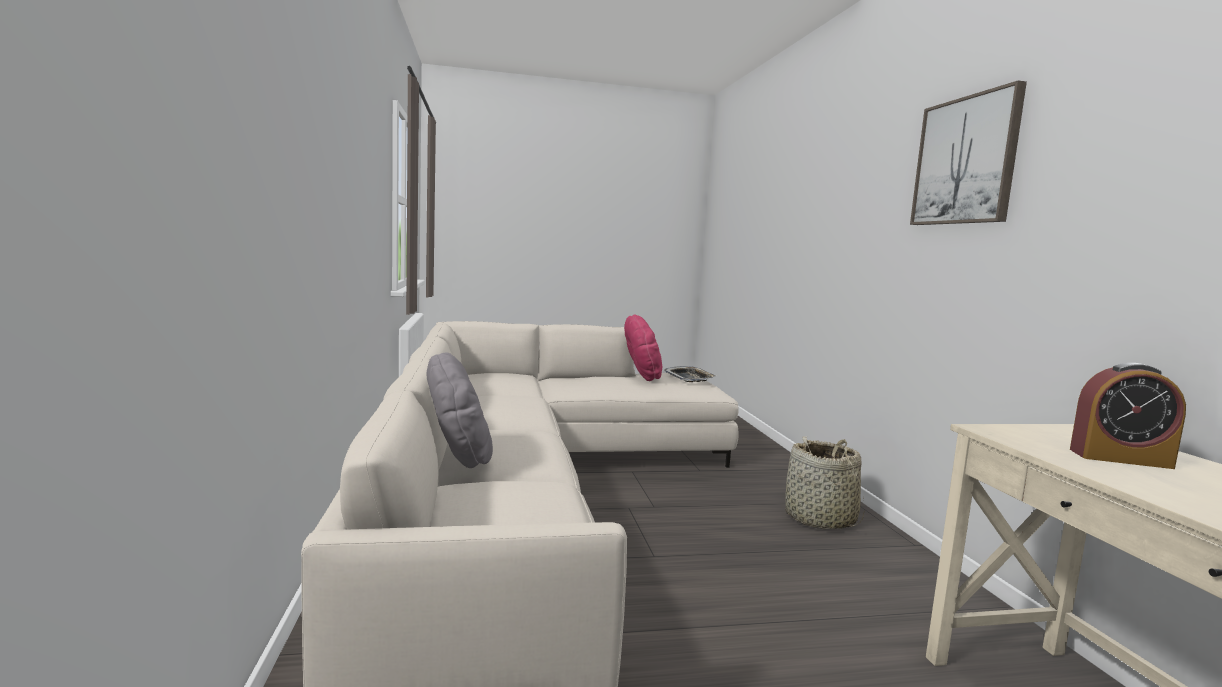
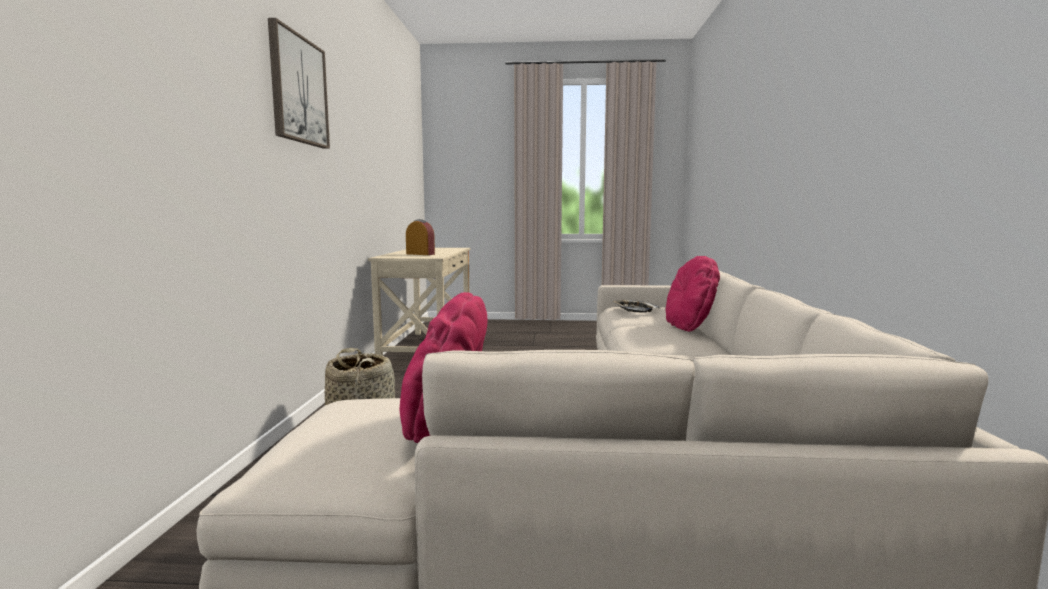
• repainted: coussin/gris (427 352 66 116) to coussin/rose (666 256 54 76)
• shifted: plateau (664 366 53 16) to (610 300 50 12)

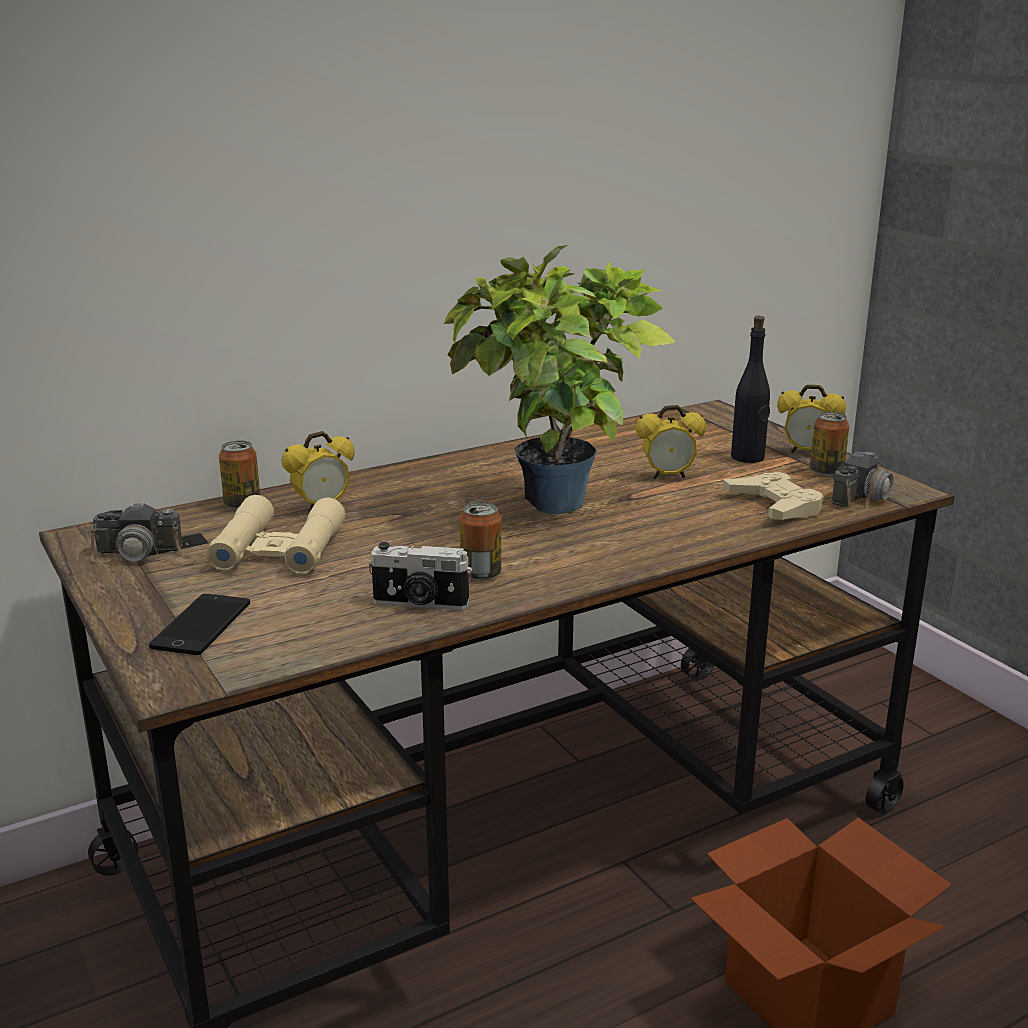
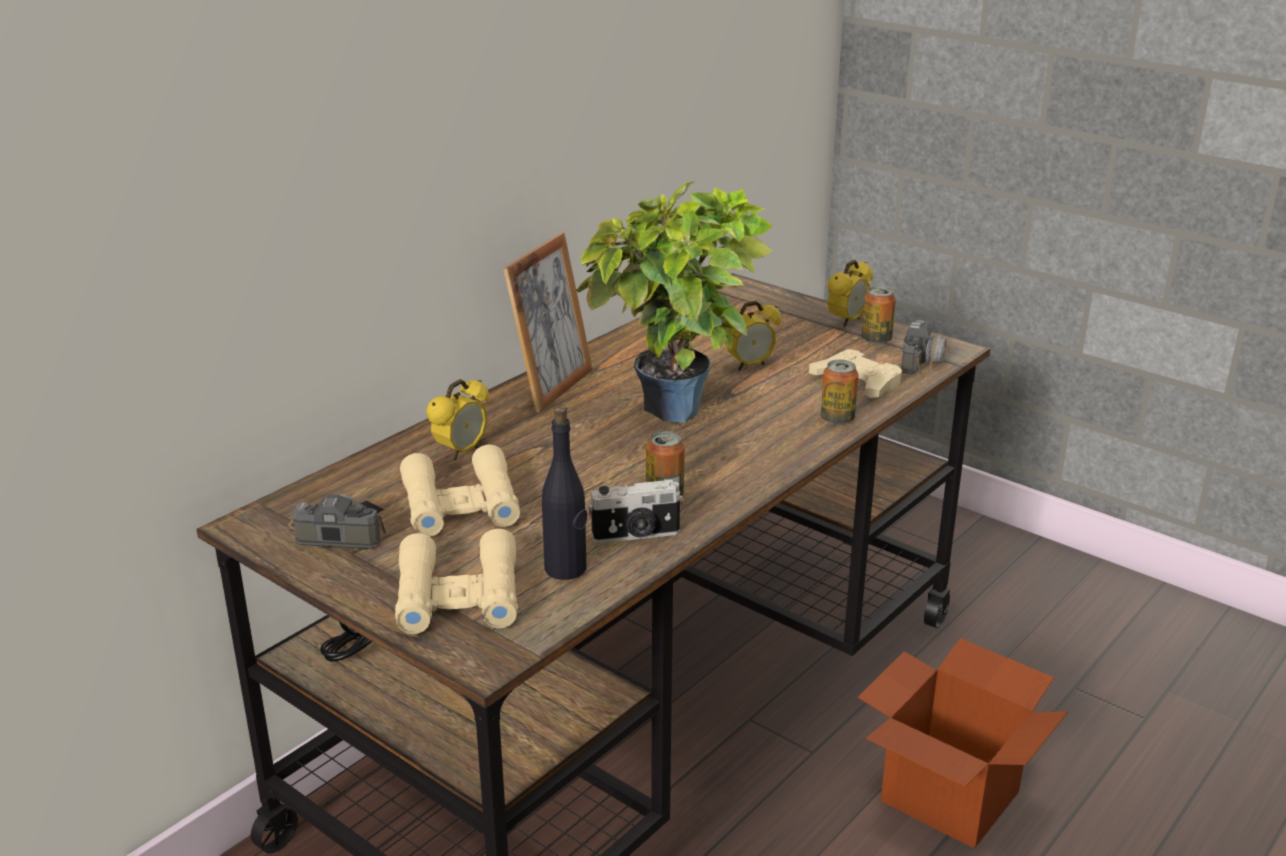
• shifted: bouteille/noir (731 316 39 147) to (542 405 45 175)
• rotated: réveil (777 385 69 68) = (827 259 46 68) 45 degrees counterclockwise
• shifted: boîte métallique (219 440 41 70) to (820 360 38 65)
• rotated: appareil photo (90 501 107 63) = (288 494 100 55) 150 degrees counterclockwise
• swapped: téléphone (149 594 101 61) to jumelles/beige (395 529 123 105)
• new: cadre photo (503 233 90 179)

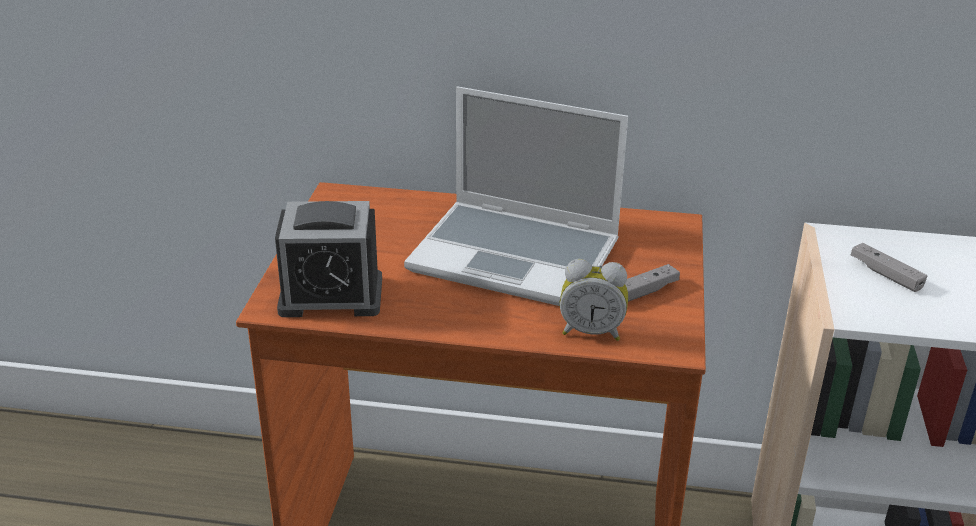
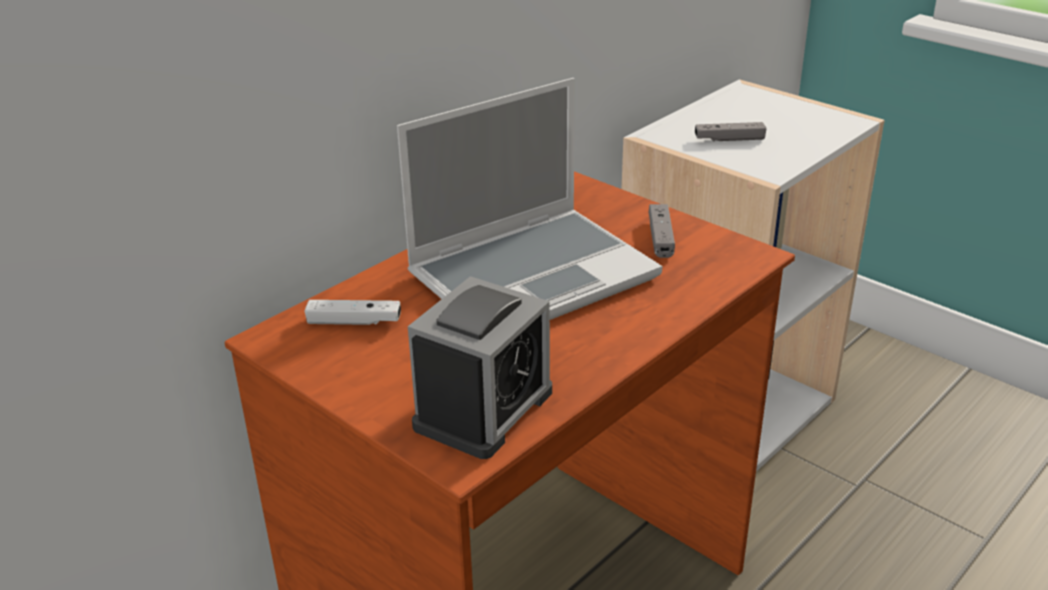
• gone: réveil (560 259 68 82)
• new: manette/blanc (305 300 96 25)

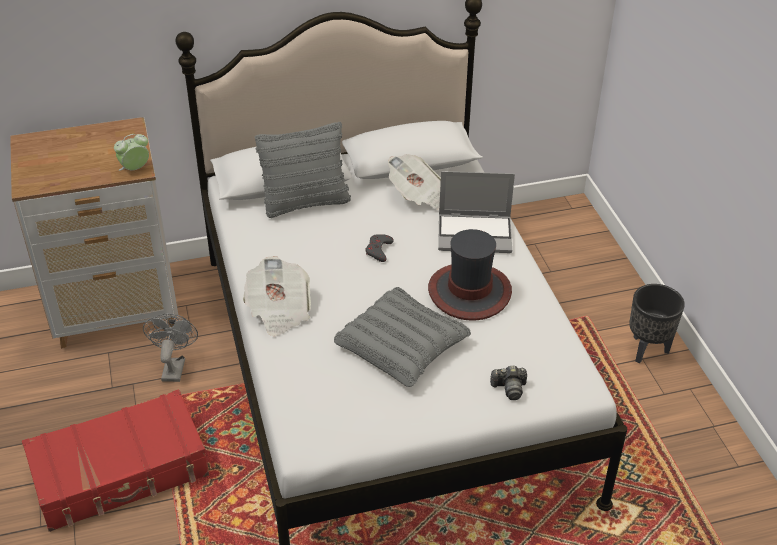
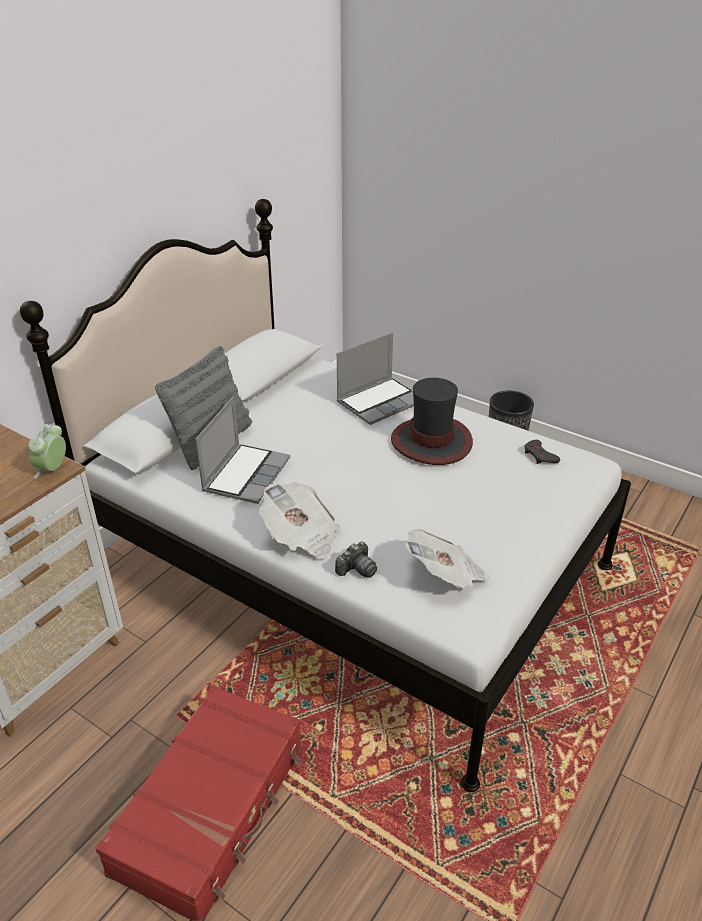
• shifted: journal (388 154 53 56) to (404 529 86 59)
• shifted: manette/gris (366 234 28 28) to (525 440 35 24)
• gone: coussin/gris (334 287 137 100)
• gone: ventilateur/gris (143 313 55 69)
• shifted: appareil photo (490 365 37 35) to (335 542 42 36)
• new: ordinateur portable (195 396 95 108)

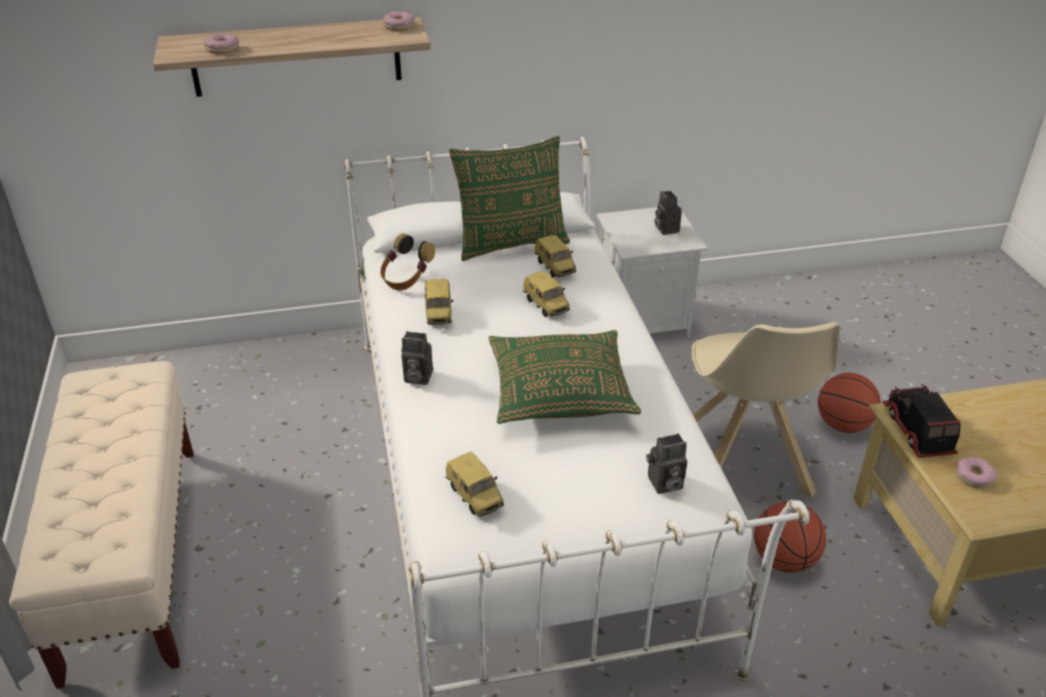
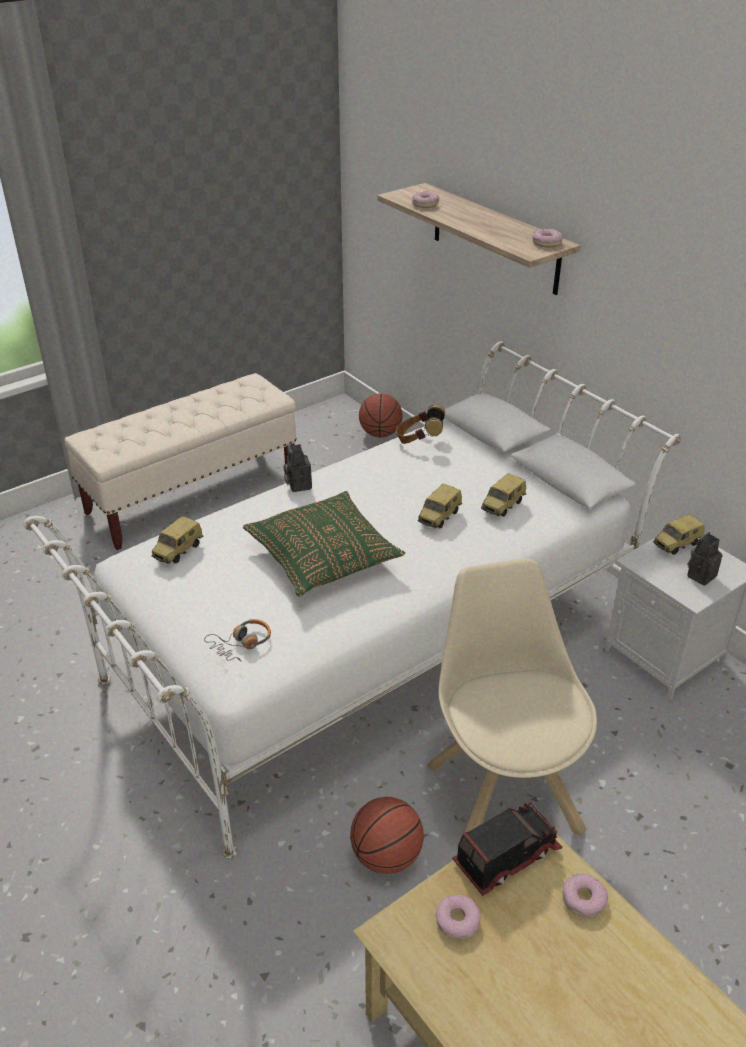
• gone: coussin/vert (449 136 121 125)
• shifted: petite voiture (425 279 29 46) to (653 514 51 41)
• rotated: chaise/beige (691 322 149 176) = (426 558 171 297) 105 degrees clockwise
• shifted: ballon de basket (818 373 63 60) to (359 393 44 44)
• swapped: appareil photo (646 434 41 60) to casque audio (204 619 67 43)
• new: beignet (562 874 46 44)

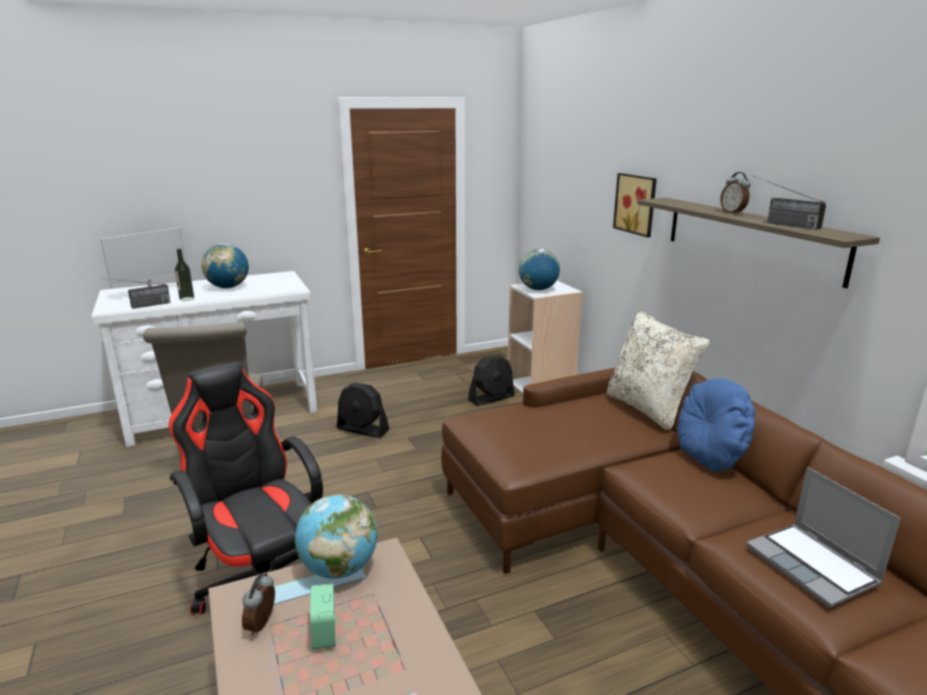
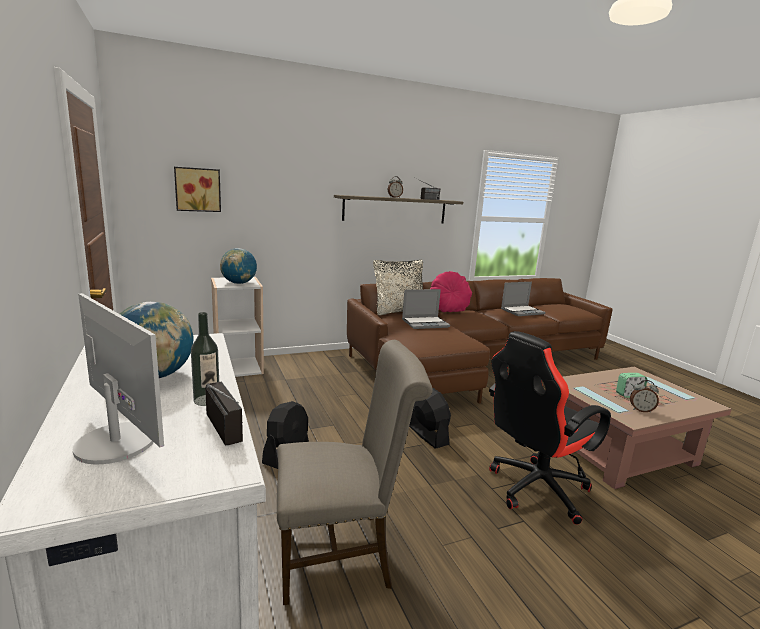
• shifted: tableau (613 173 44 64) to (174 167 47 45)
• shifted: ventilateur/noir (468 355 47 51) to (409 388 42 61)
• repainted: coussin/bleu (676 378 80 94) to coussin/rose (430 271 42 41)
• gone: globe (295 494 83 85)
• new: ordinateur portable (402 289 48 40)

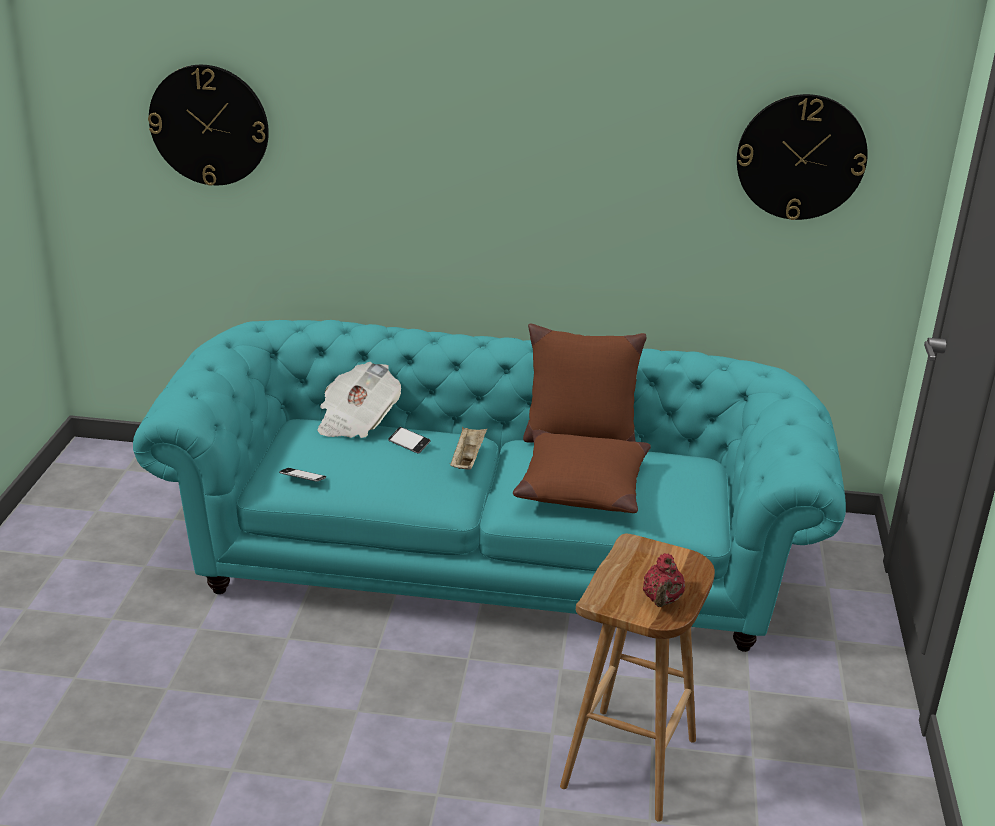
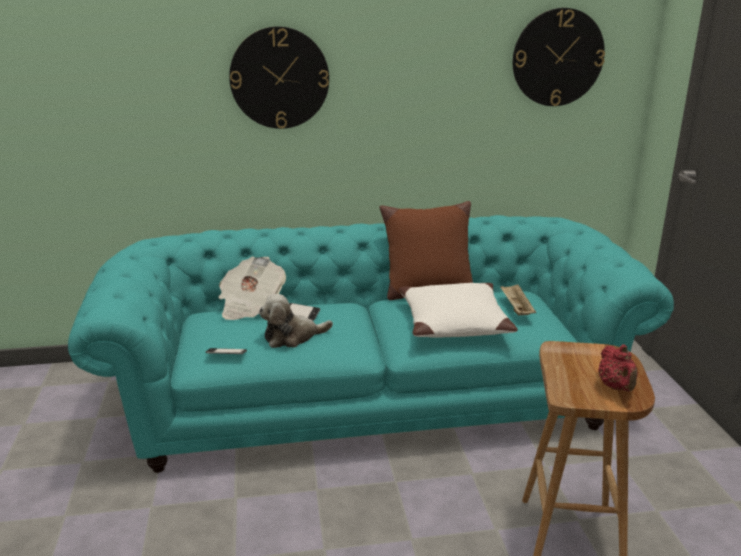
• shifted: horloge murale (148 65 121 121) to (229 26 100 103)
• shifted: plateau/beige (450 427 37 43) to (500 284 36 31)
• repainted: coussin/marron (513 430 138 83) to coussin/blanc (398 283 120 55)
• new: peluche (259 294 74 54)

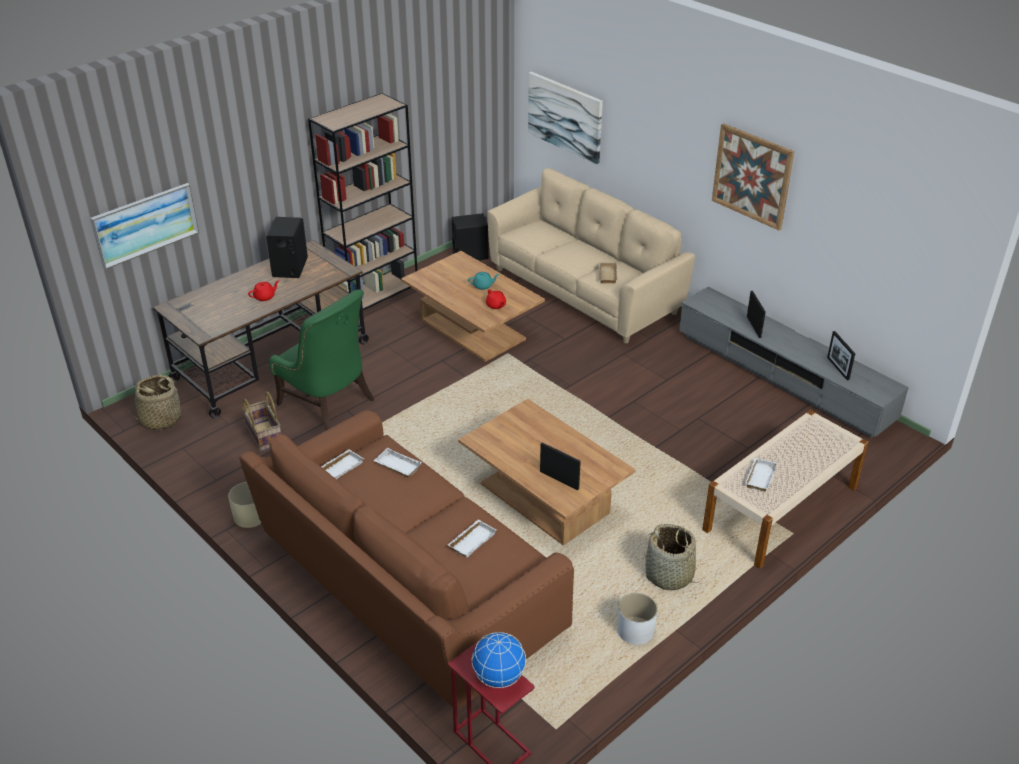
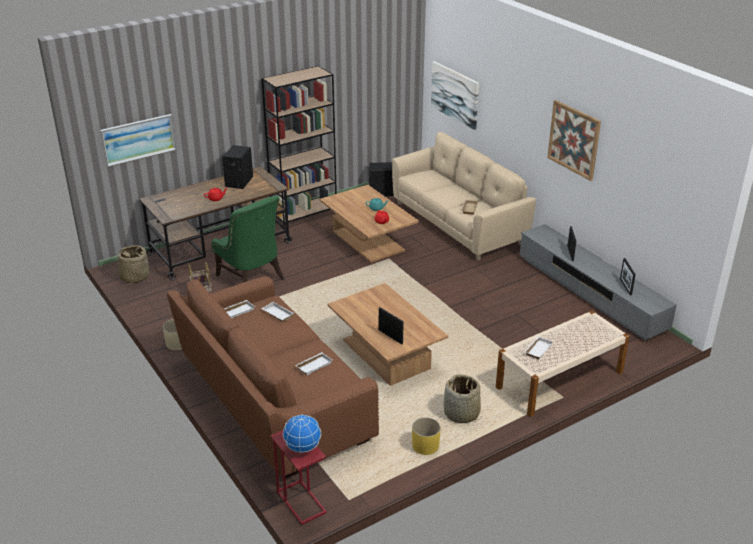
• repainted: cache-pot/blanc (617 593 41 52) to cache-pot/jaune (412 417 29 38)

